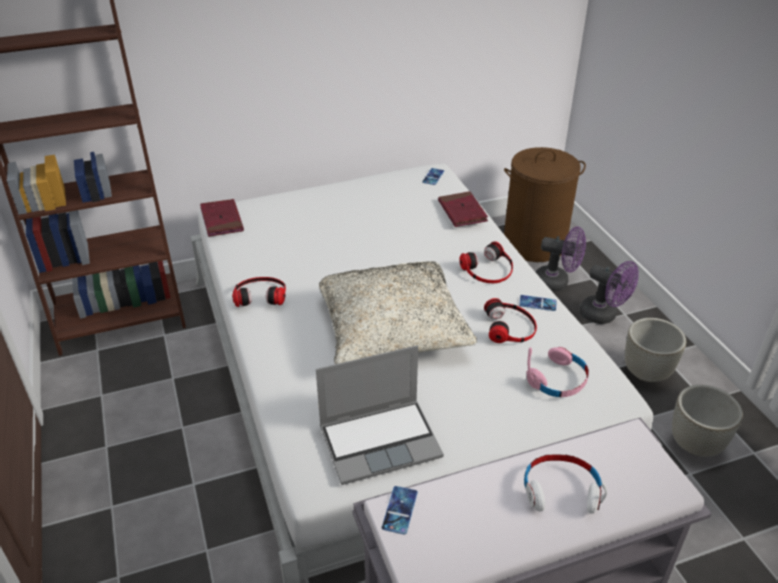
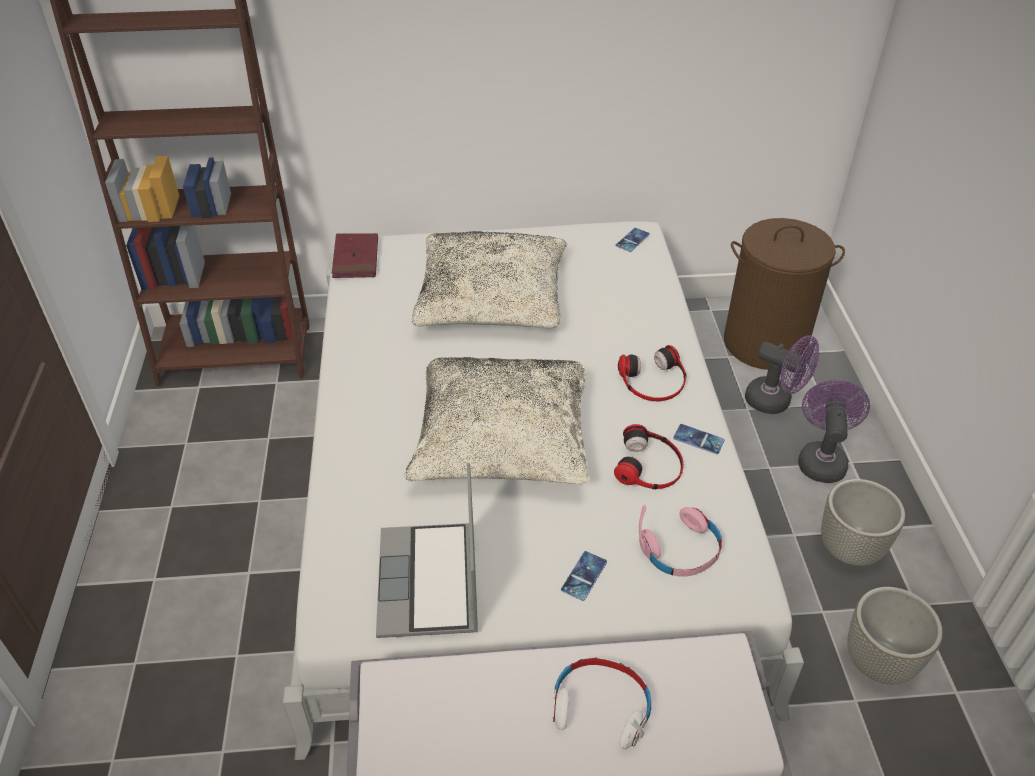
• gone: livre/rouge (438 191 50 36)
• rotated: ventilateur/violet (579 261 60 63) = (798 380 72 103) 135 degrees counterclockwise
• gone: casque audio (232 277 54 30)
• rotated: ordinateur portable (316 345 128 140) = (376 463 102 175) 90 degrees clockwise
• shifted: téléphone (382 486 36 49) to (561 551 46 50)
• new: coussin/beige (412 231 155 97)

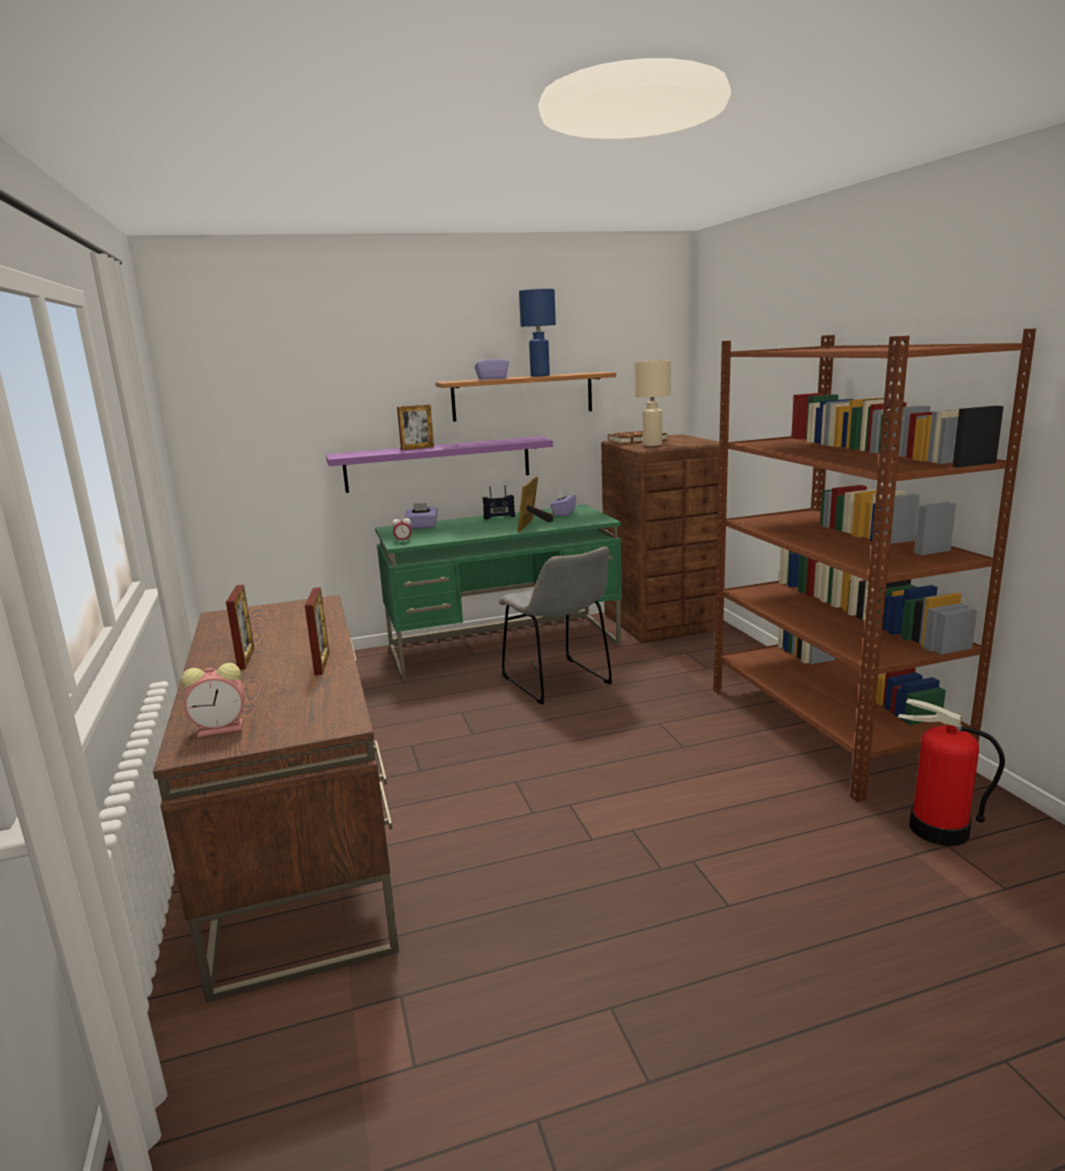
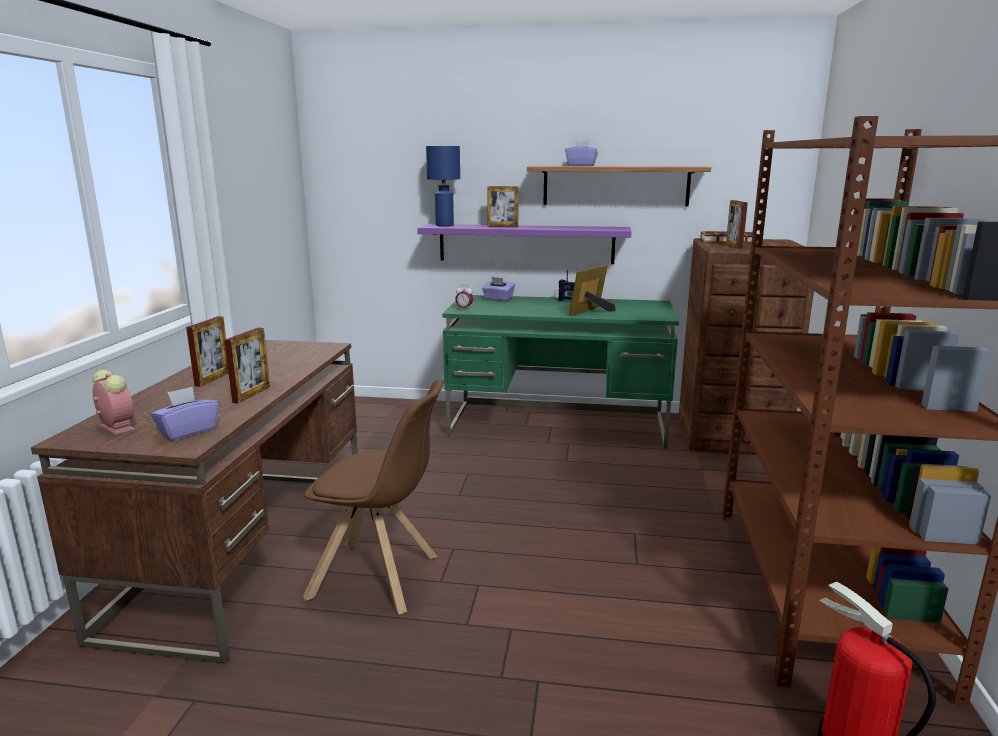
• shifted: lampe de table/bleu (519 289 37 88) to (426 146 34 81)
• swapped: lampe de table/beige (634 360 37 86) to cadre photo (726 200 22 49)
• shifted: boîte à mouchoirs/violet (550 490 26 26) to (151 386 68 55)
• gone: chaise/gris (498 547 114 157)
• rotated: réveil (181 663 64 74) = (92 370 42 65) 150 degrees counterclockwise
• new: chaise/marron (303 379 141 236)

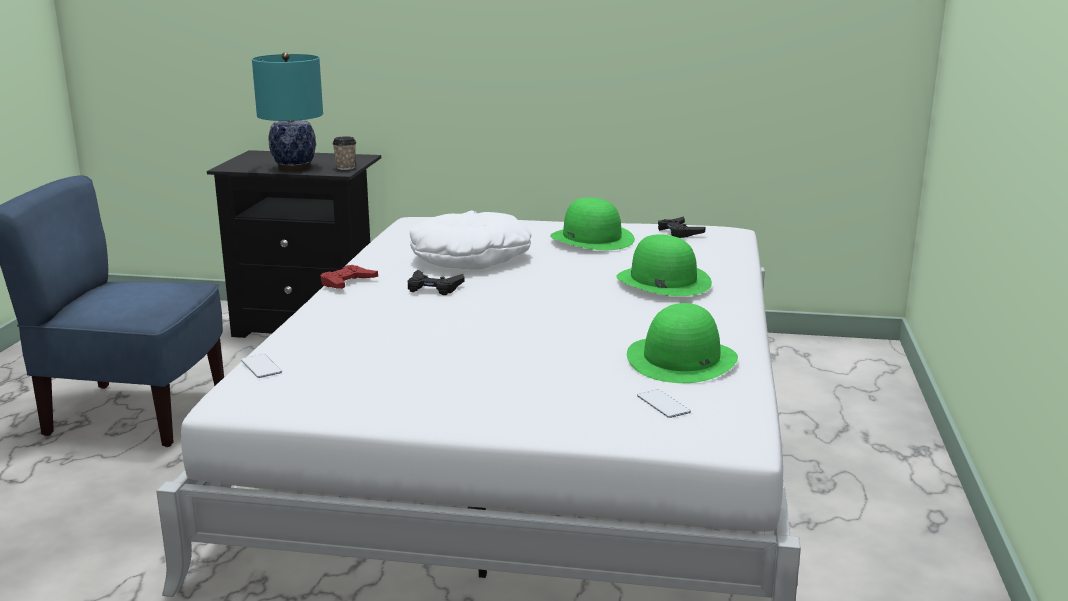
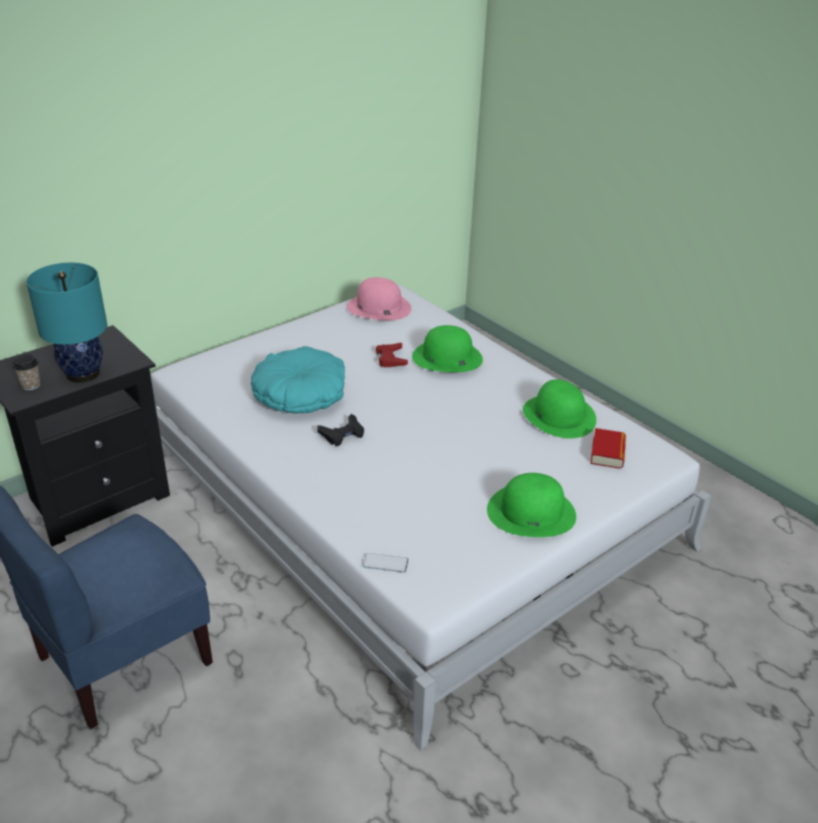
• shifted: tasse (333 136 23 34) to (13 355 28 35)
• shifted: chapeau/vert (550 198 85 52) to (487 473 89 64)
• repainted: coussin/blanc (410 211 121 58) to coussin/turquoise (251 346 94 67)
• swapped: manette/noir (658 217 48 21) to chapeau/rose (347 277 64 43)
• shifted: manette/rouge (320 265 58 24) to (376 343 32 24)
• swapped: téléphone (637 389 54 29) to livre (590 428 36 41)

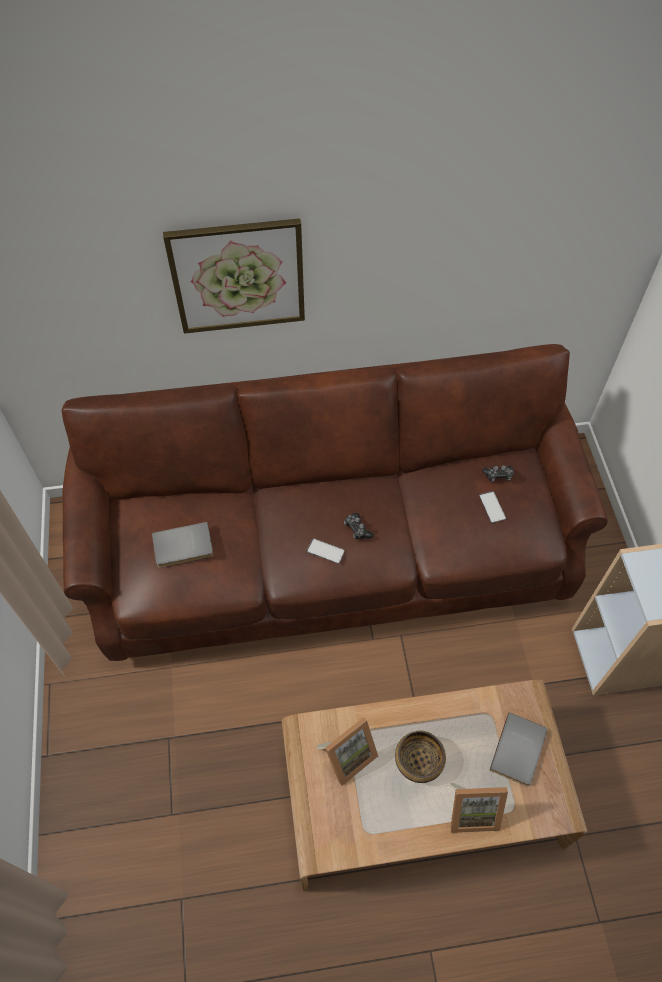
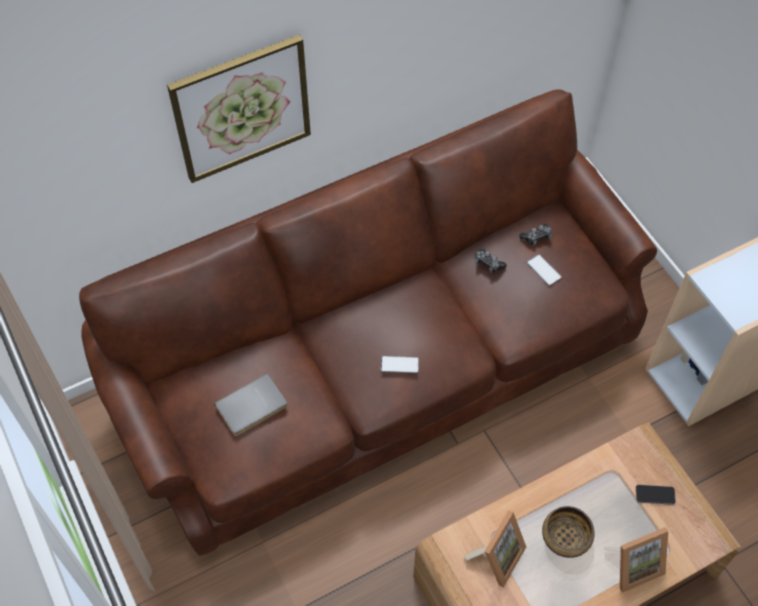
• shifted: manette (344 513 29 26) to (475 249 32 24)
• swapped: livre/gris (489 712 58 74) to téléphone (636 485 40 20)

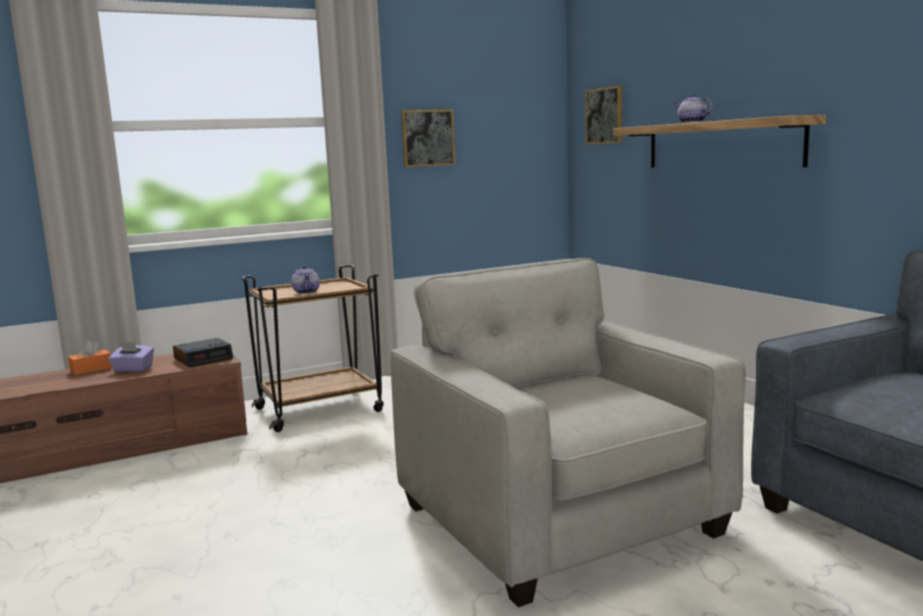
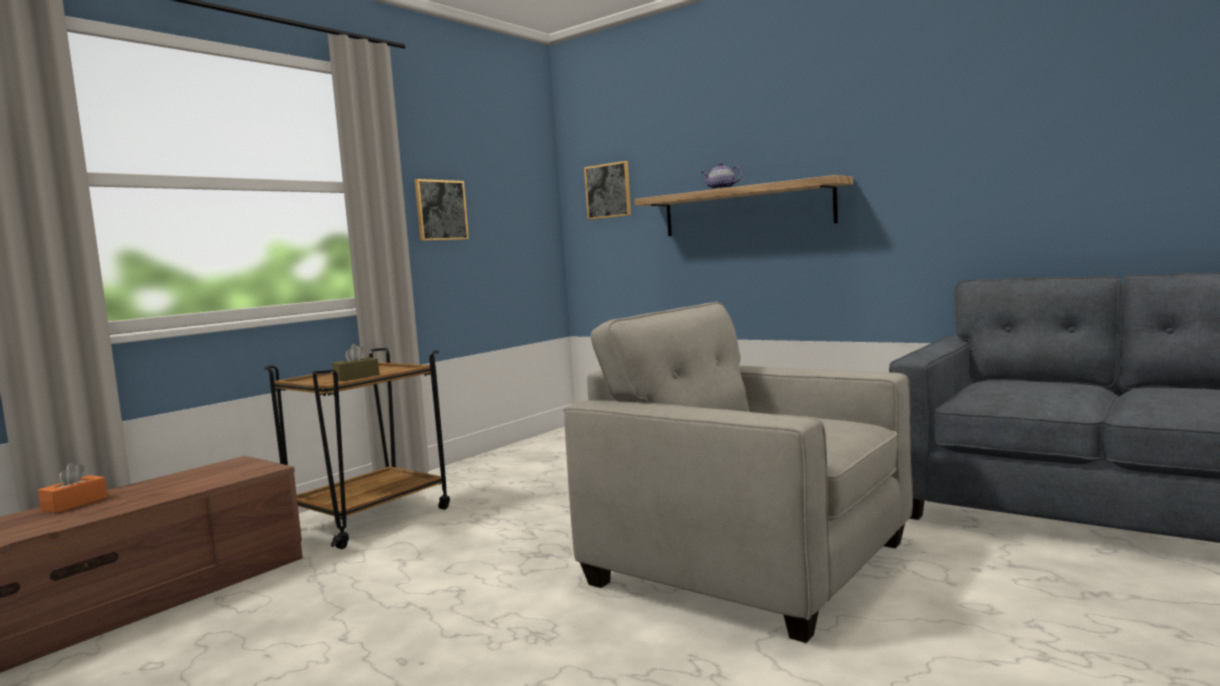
• swapped: théière (291 265 29 29) to boîte à mouchoirs/marron (332 344 47 38)
• gone: réveil (173 338 60 29)
• gone: boîte à mouchoirs/violet (108 342 46 30)

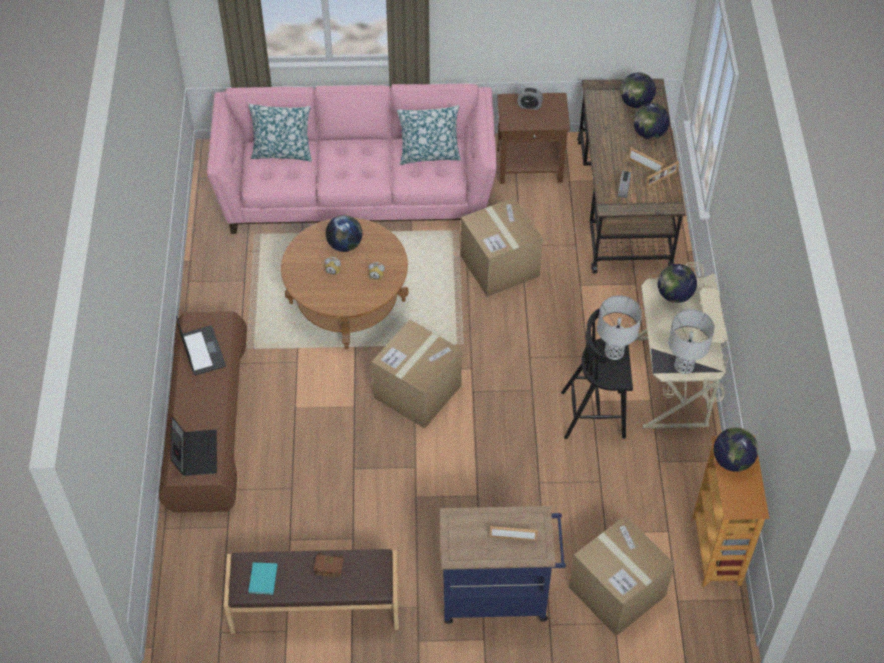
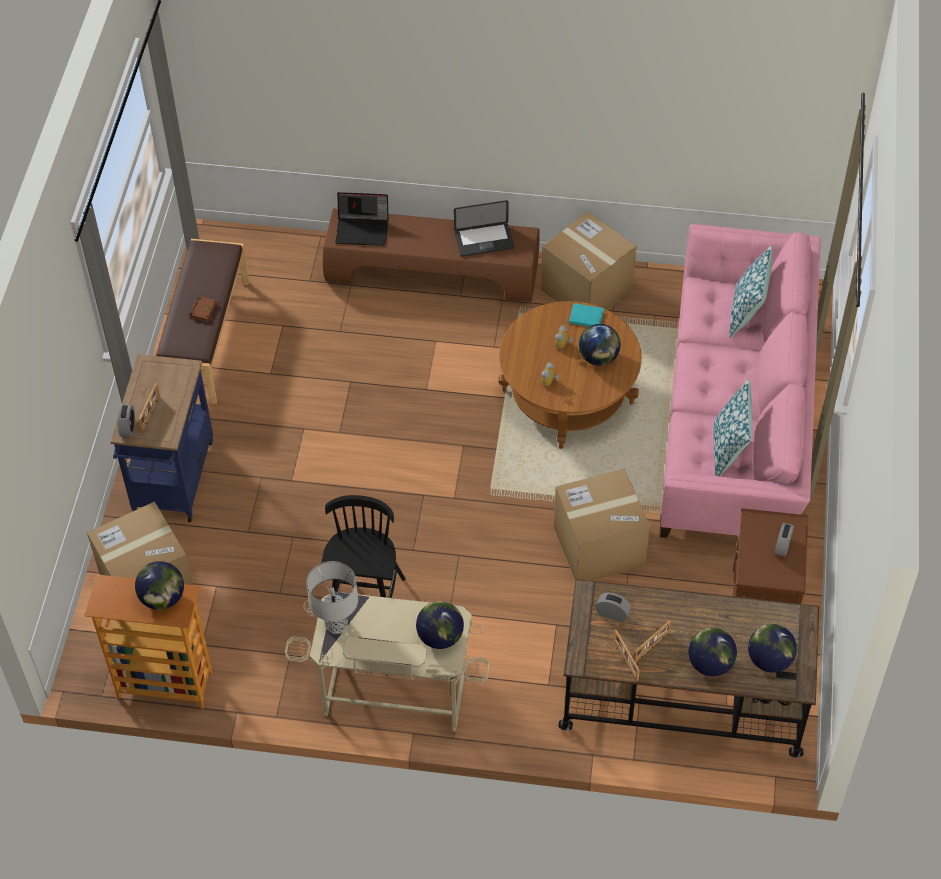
• gone: lampe de table/blanc (597 295 45 65)
• shifted: carton (371 320 91 109) to (541 212 96 98)
• shifted: livre/turquoise (248 562 30 33) to (569 303 35 24)
• new: réveil (118 405 17 31)

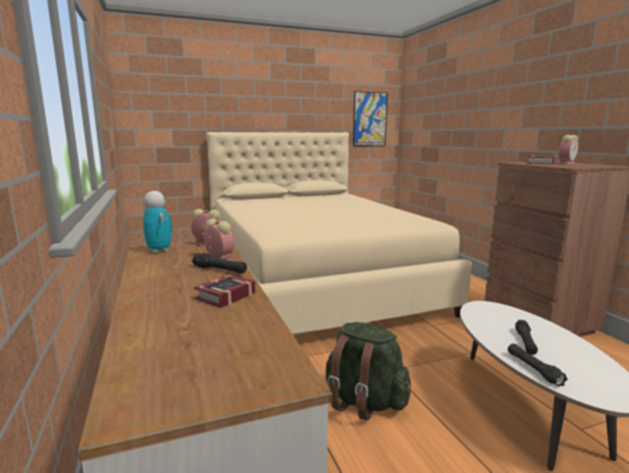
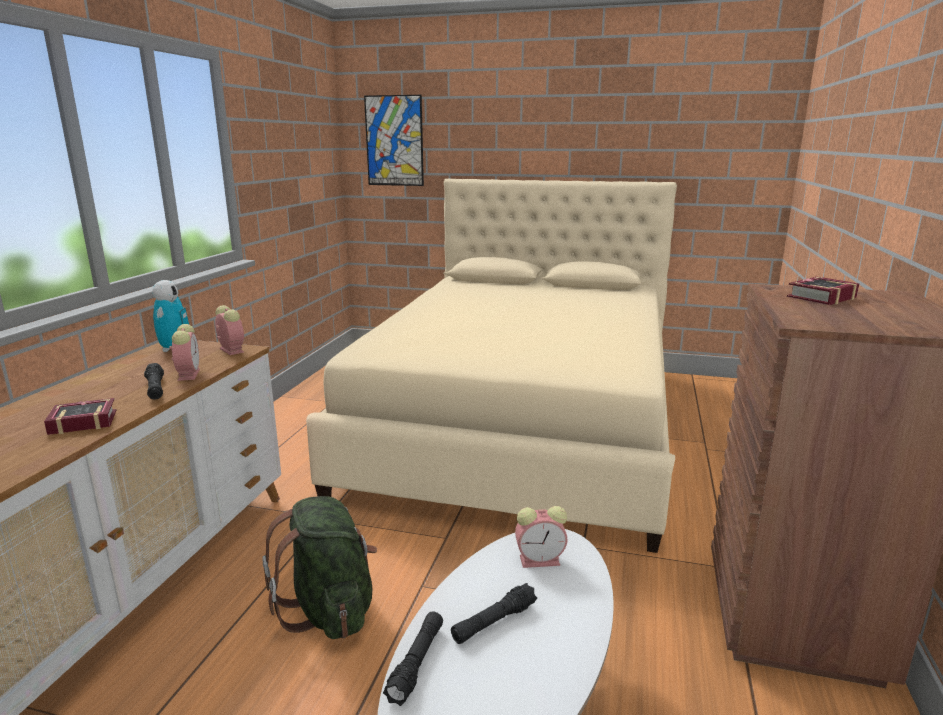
• shifted: tableau (353 91 35 56) to (364 95 60 91)
• shifted: réveil (558 135 20 29) to (515 506 52 62)

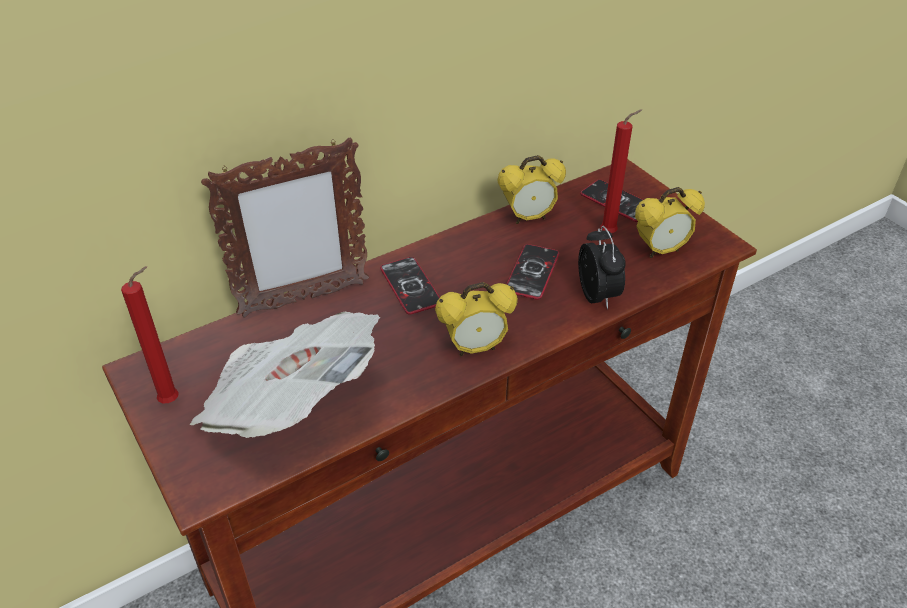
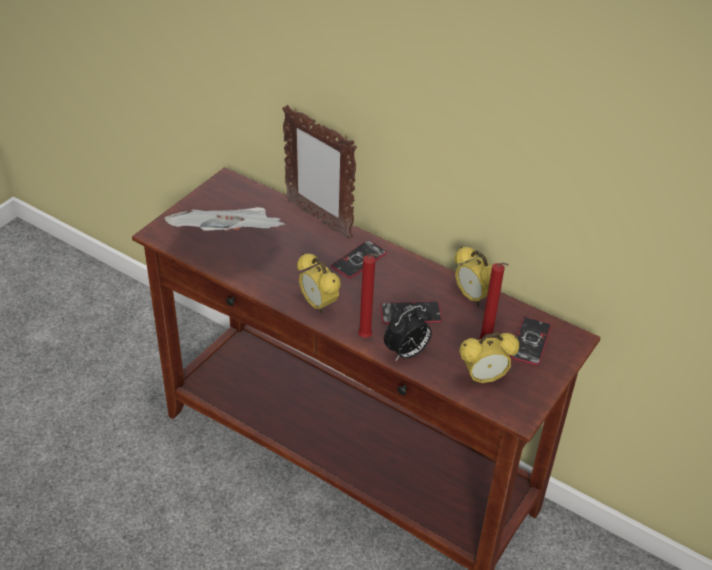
• rotated: réveil (635 187 70 71) = (459 333 60 52) 60 degrees counterclockwise
• shifted: bougie/rouge (121 266 58 138) to (358 254 22 84)

